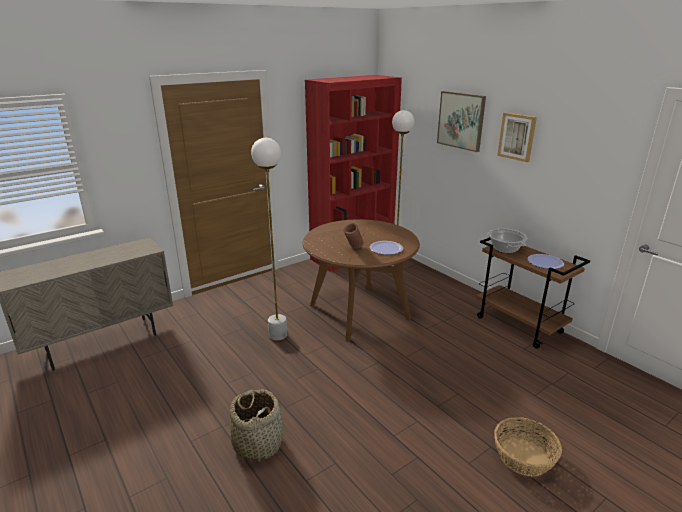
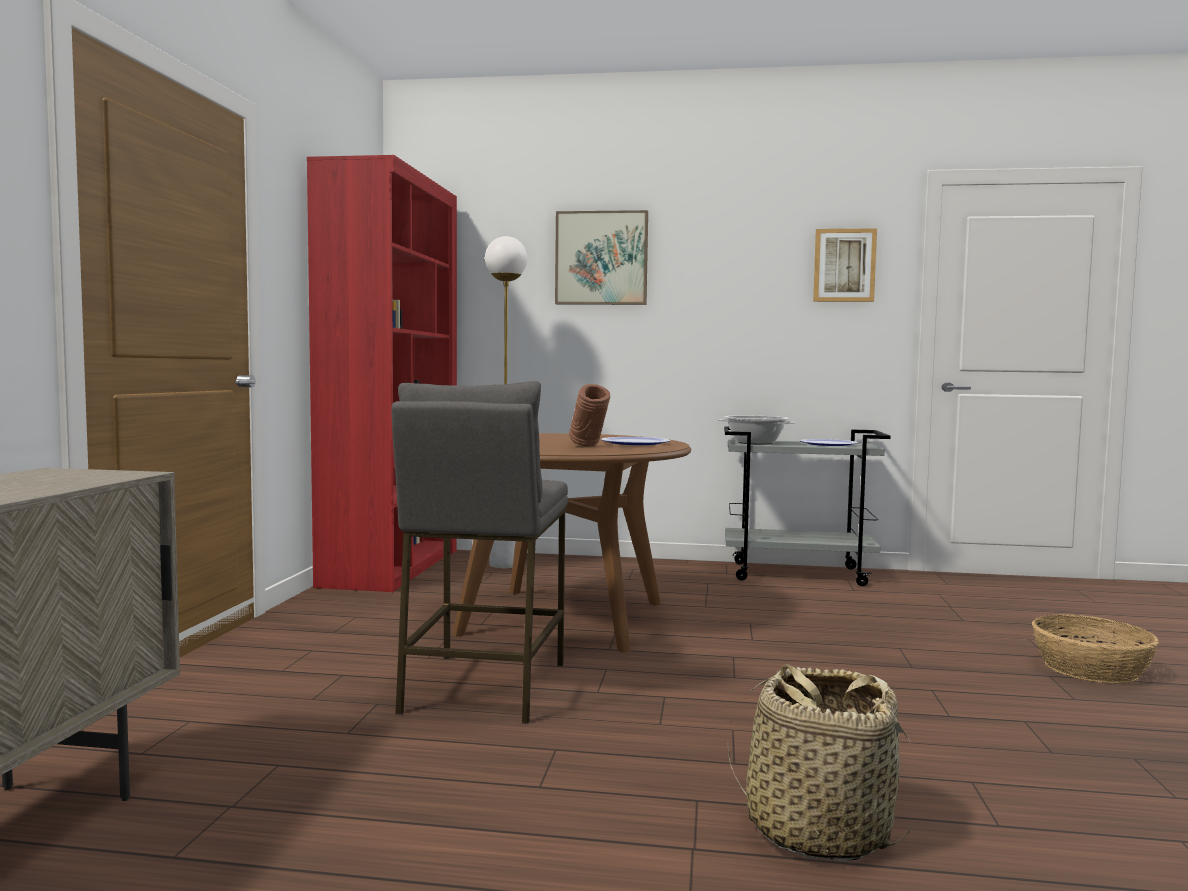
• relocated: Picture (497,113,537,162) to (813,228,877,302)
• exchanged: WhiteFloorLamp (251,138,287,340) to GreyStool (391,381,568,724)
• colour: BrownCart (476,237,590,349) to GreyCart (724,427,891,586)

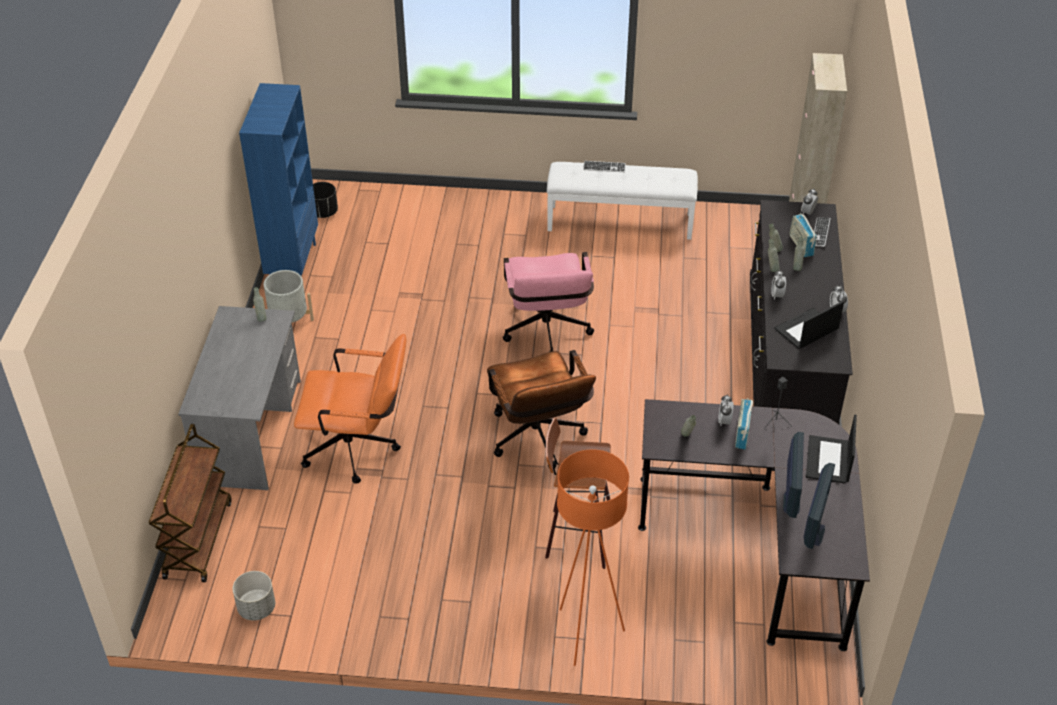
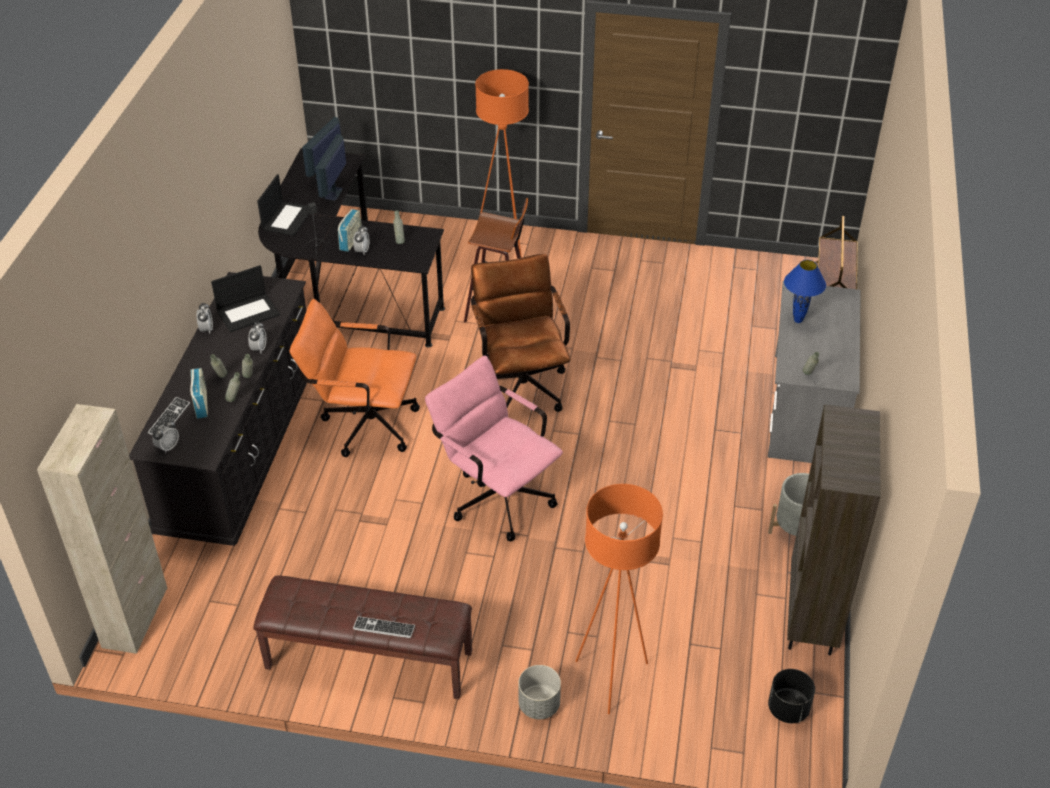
• colour: BlueBookcase (239,83,318,277) to BrownBookcase (787,404,880,656)
• colour: WhiteBench (547,162,698,240) to BrownBench (253,575,472,699)
• spun: PinkOfficeChair (503,252,594,352) = (425,356,563,541) 45 degrees counterclockwise
• relocated: OrangeOfficeChair (294,334,406,484) to (290,299,420,457)
• relocated: GreyPlanter (233,571,275,620) to (518,665,561,719)
• appeared: BlueTableLamp (784,260,826,323)
• appeared: OrangeFloorLamp (575,484,663,714)

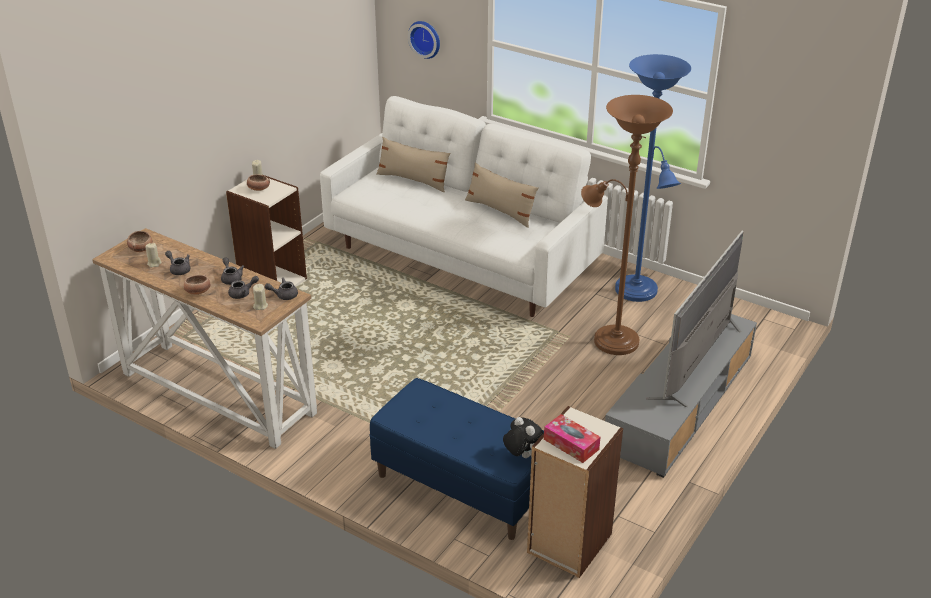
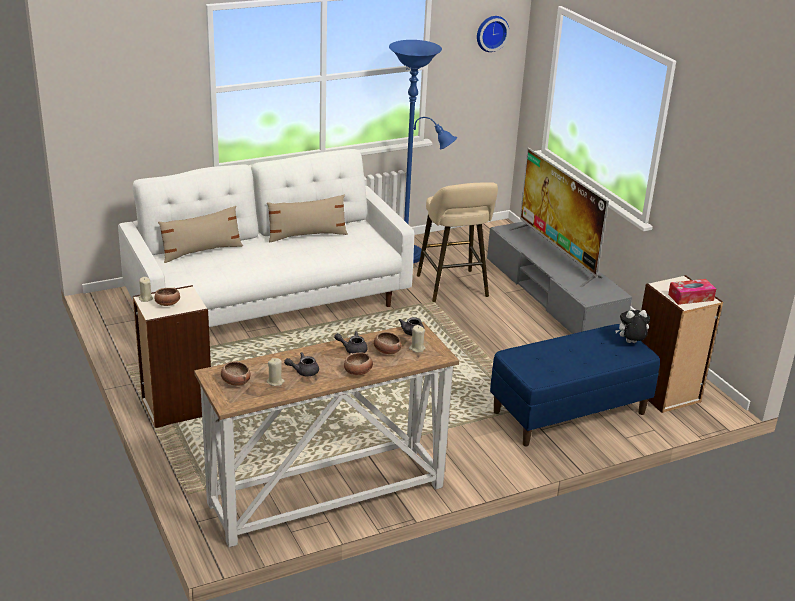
• relocated: WallClock (408,21,440,59) to (477,16,509,52)
• exchanged: BrownFloorLamp (581,95,673,355) to BeigeStool (417,182,498,302)
• exchanged: GreyTeapot (228,276,259,299) to Bowl (374,332,401,354)

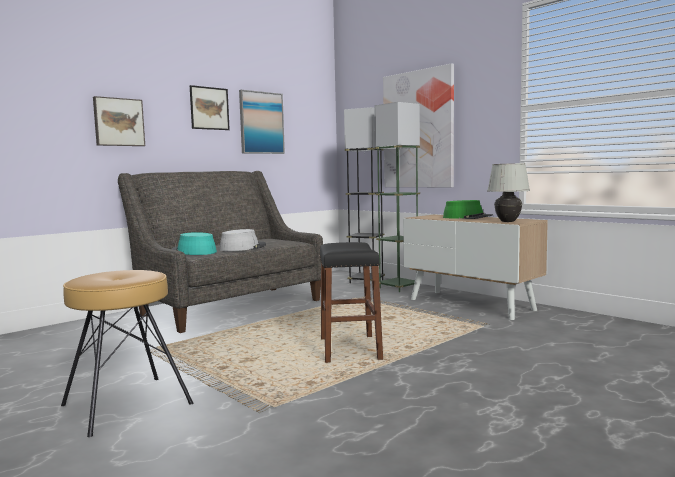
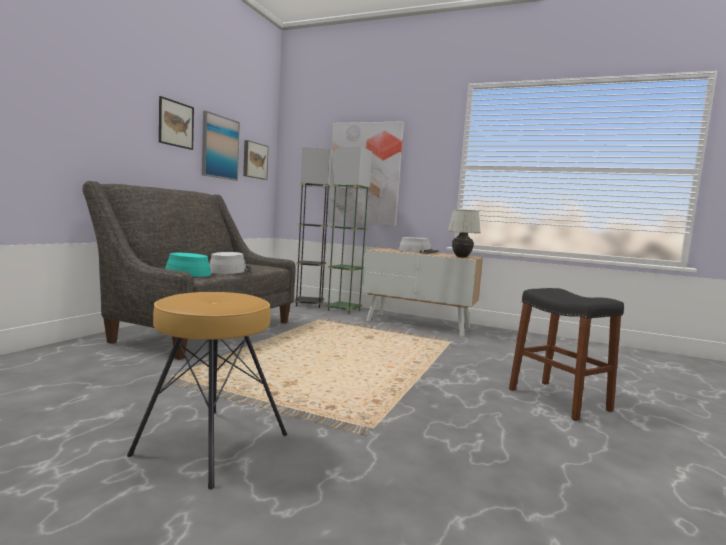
• relocated: Picture (93,96,145,146) to (243,140,269,180)
• colour: GreenHat (443,200,493,219) to GreyHat (398,237,439,253)
• relocated: BlackStool (320,242,383,363) to (509,288,624,421)

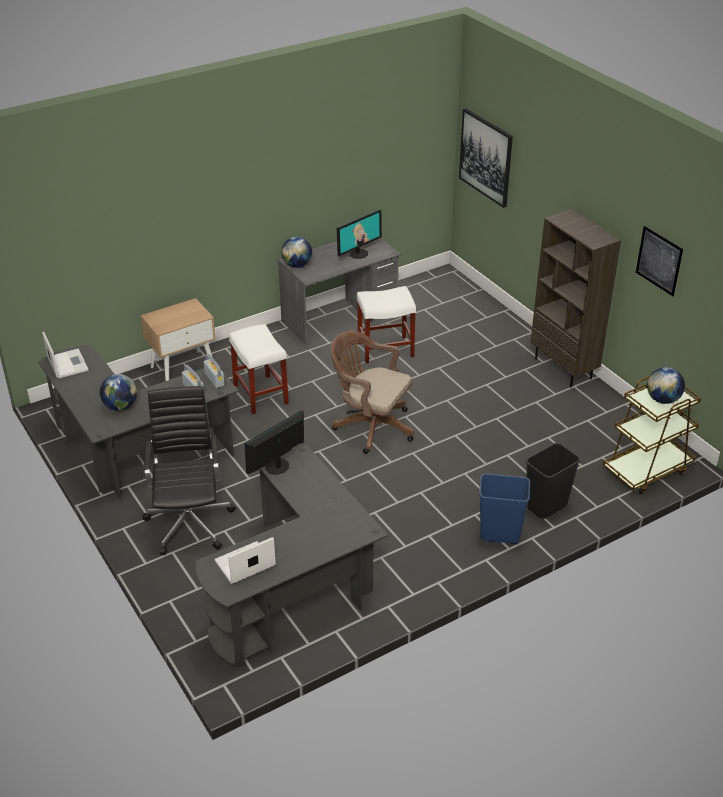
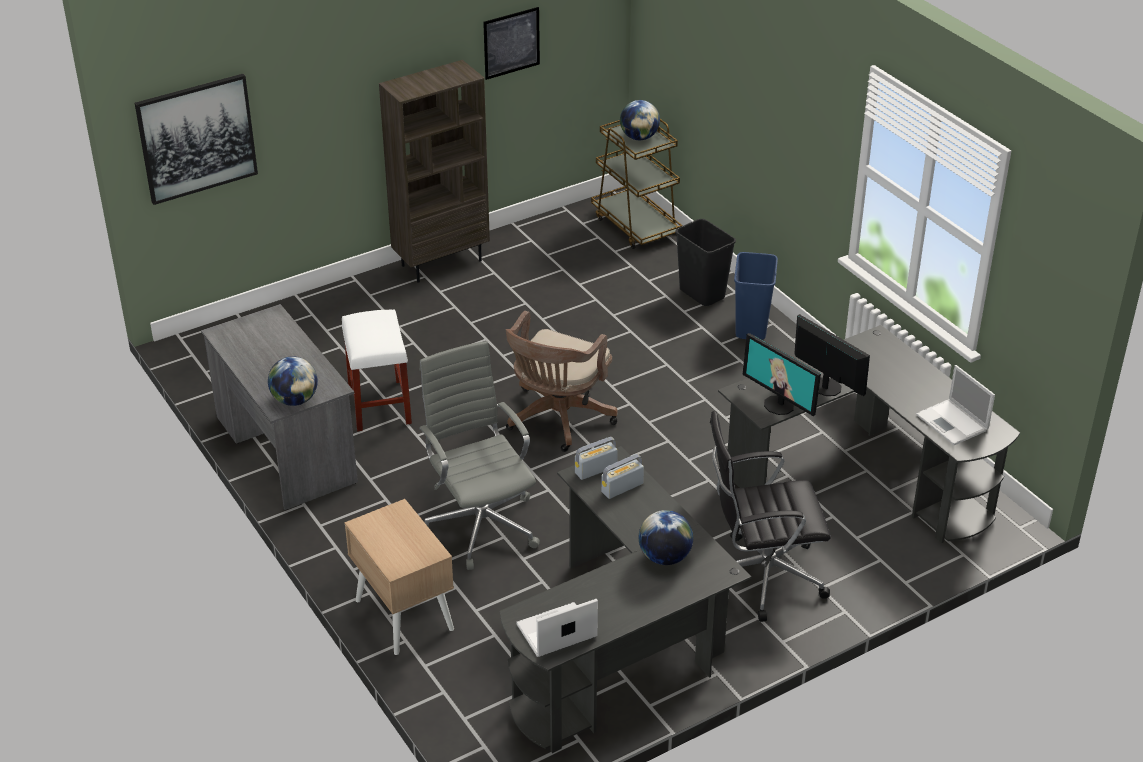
• relocated: Monitor (337,209,382,259) to (794,314,870,396)
• exchanged: WhiteStool (229,324,289,414) to GreyOfficeChair (419,341,540,570)

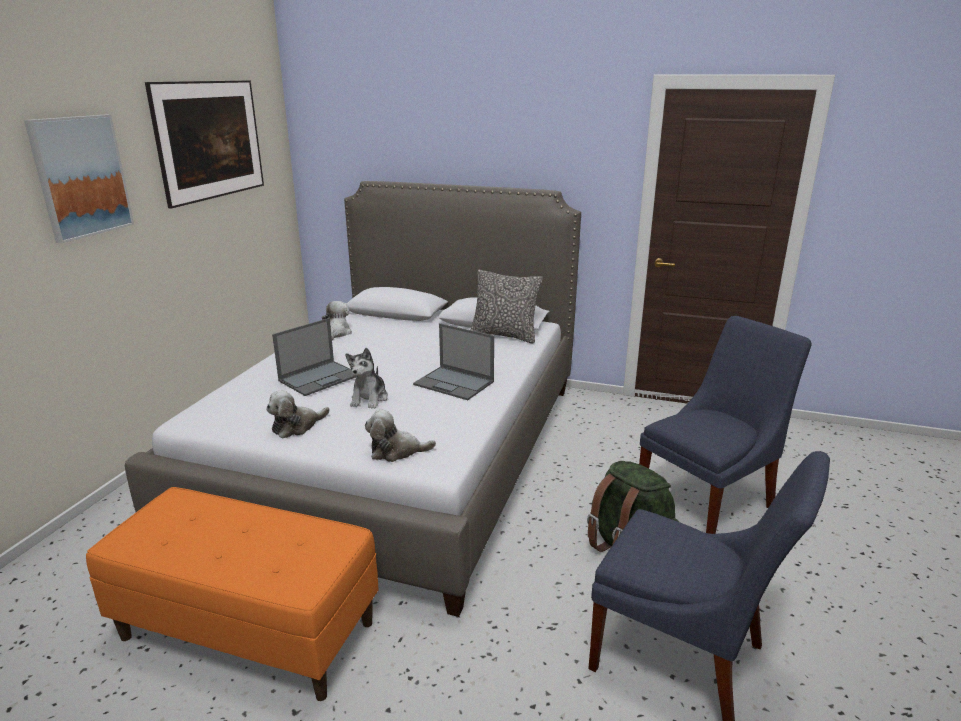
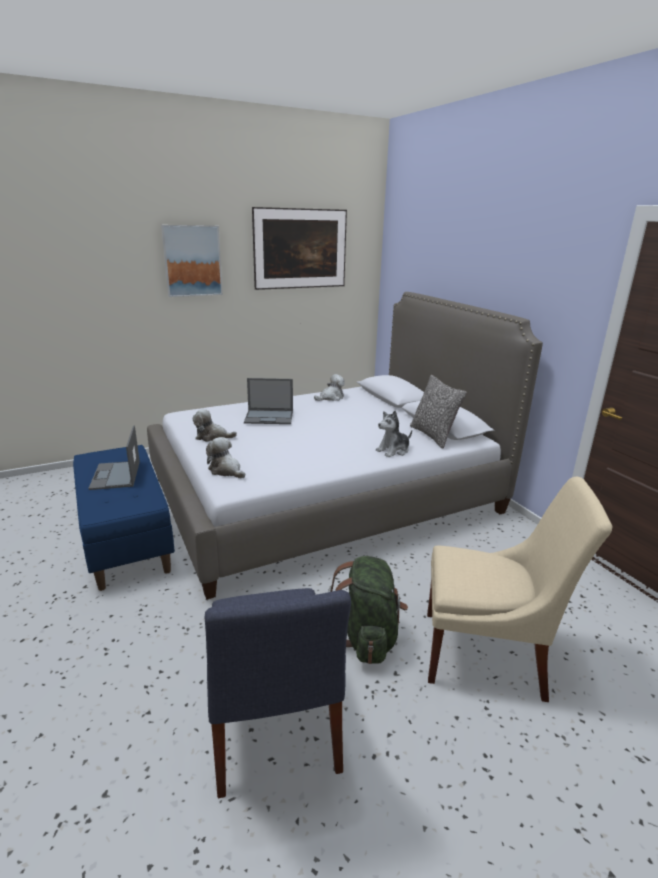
• colour: BlueChair (639,316,811,534) to BeigeChair (427,476,612,702)
• relocated: Laptop (413,323,494,400) to (88,425,140,490)
• relocated: PlushToy (346,348,388,409) to (376,411,412,457)
• colour: OrangeBench (86,487,379,701) to BlueBench (73,445,175,591)

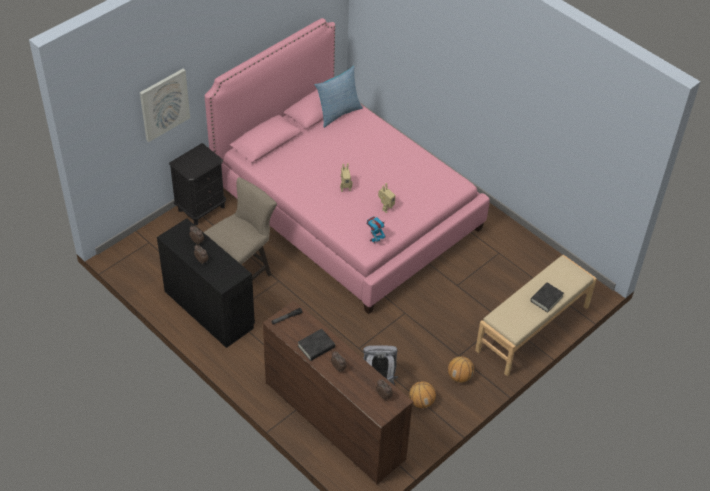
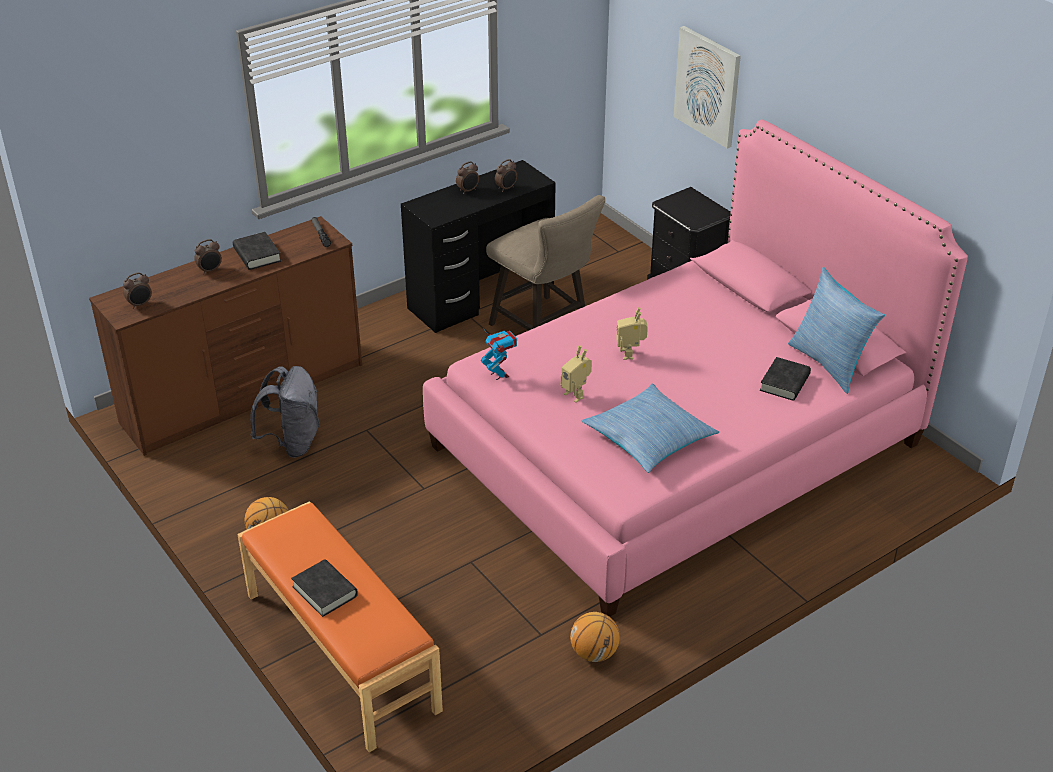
• colour: BeigeBench (475,255,597,376) to OrangeBench (237,501,443,752)
• relocated: Basketball (409,381,436,408) to (570,612,620,662)
• appeared: BlackBook (760,357,811,401)
• appeared: Pillow (582,383,719,473)

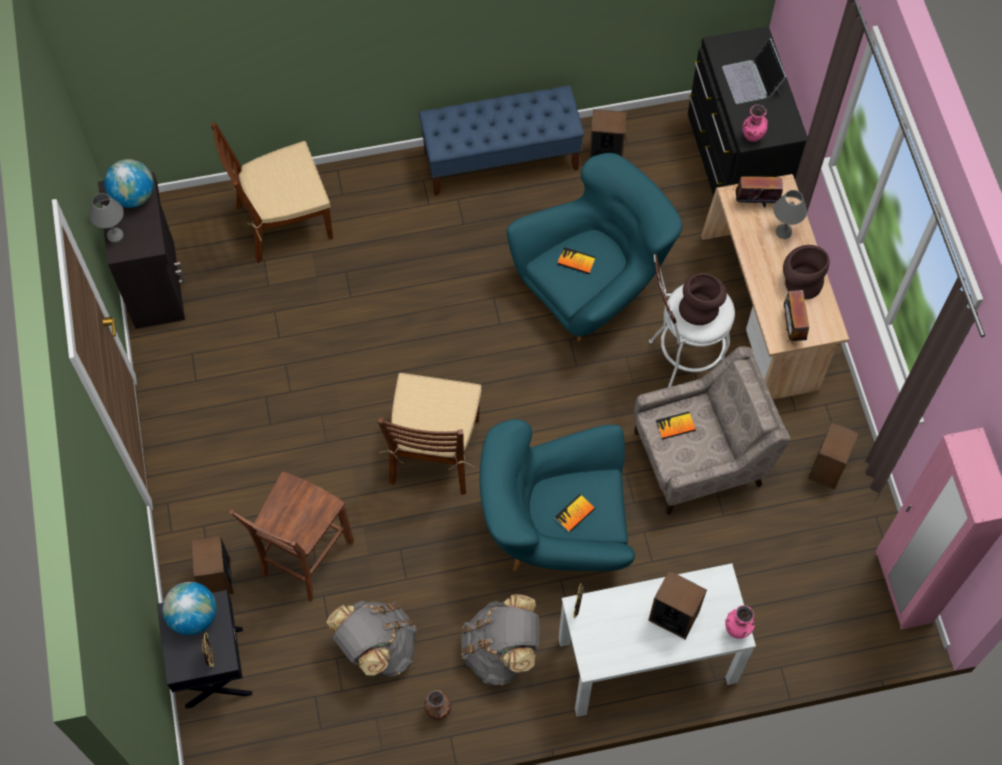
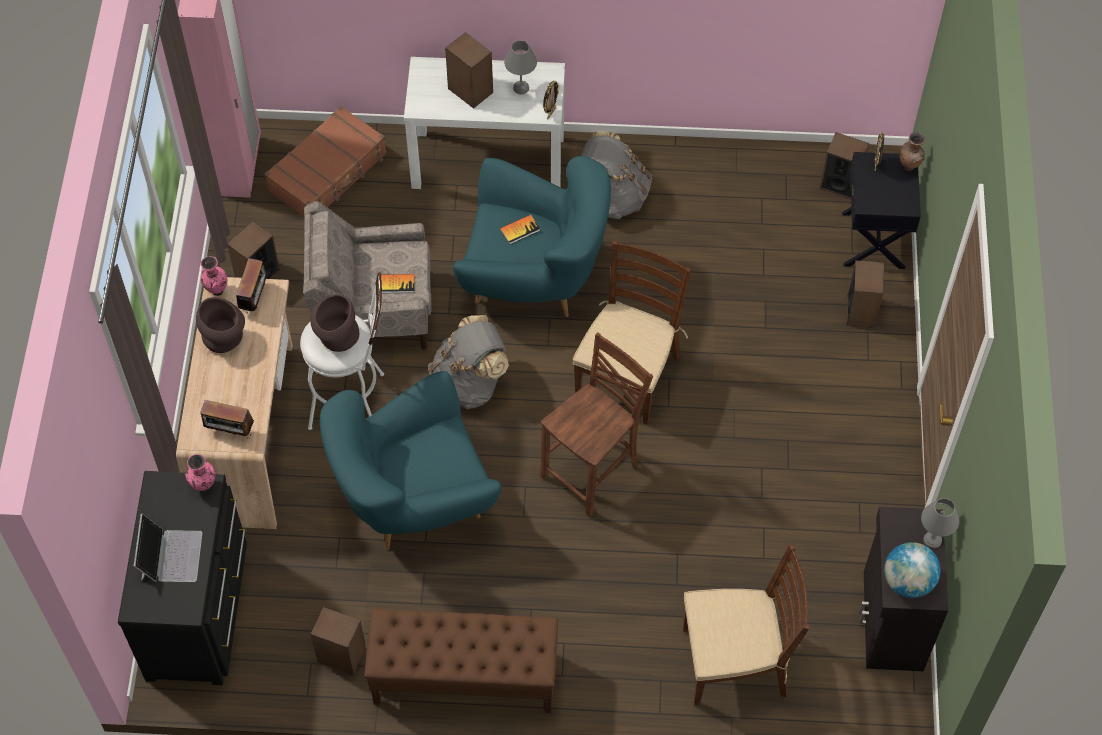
• colour: BlueBench (419,85,584,196) to BrownBench (364,609,558,713)
• relocated: GreyTableLamp (773,190,807,239) to (504,40,537,94)
• missing: Book (557,247,596,274)
• relocated: BrownChair (229,472,354,602) to (541,332,653,517)
• missing: Globe (162,582,216,635)
• relocated: GreyBackpack (326,601,417,676) to (428,315,509,409)
• relocated: PinkVase (725,605,755,639) to (200,256,228,296)
• relocated: BrownVase (424,690,451,720) to (899,132,925,171)
• appeared: BrownSuitcase (265,106,387,217)
• appeared: Speaker (820,132,869,199)

